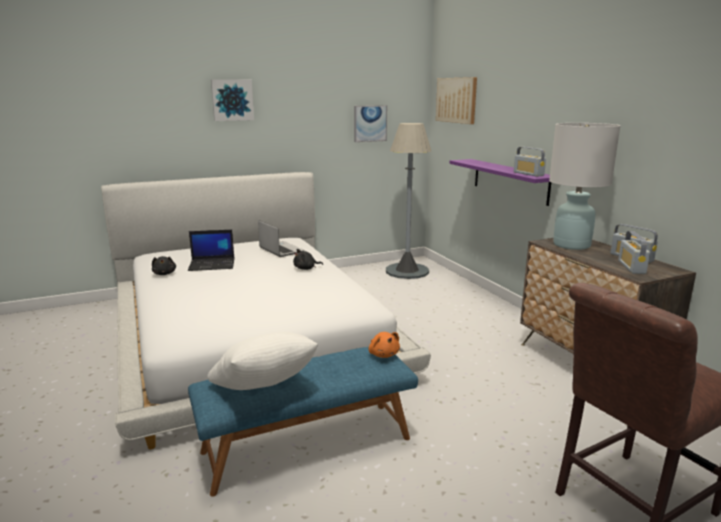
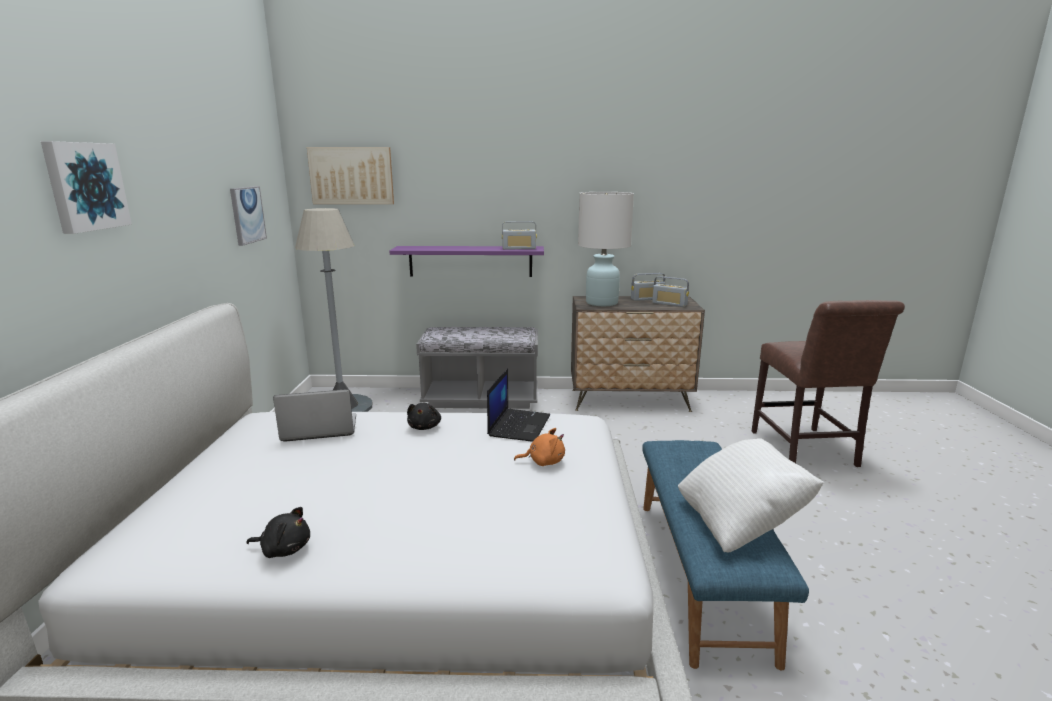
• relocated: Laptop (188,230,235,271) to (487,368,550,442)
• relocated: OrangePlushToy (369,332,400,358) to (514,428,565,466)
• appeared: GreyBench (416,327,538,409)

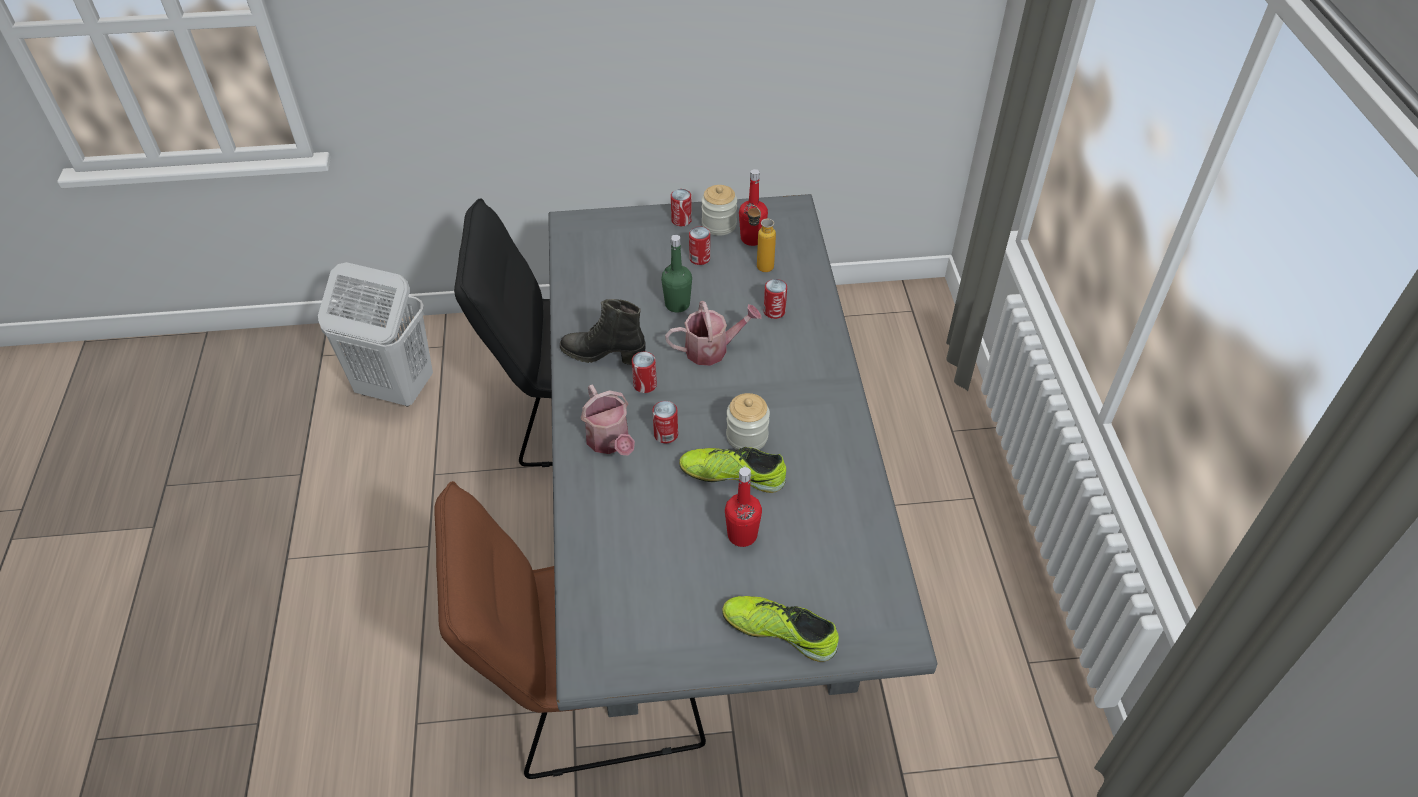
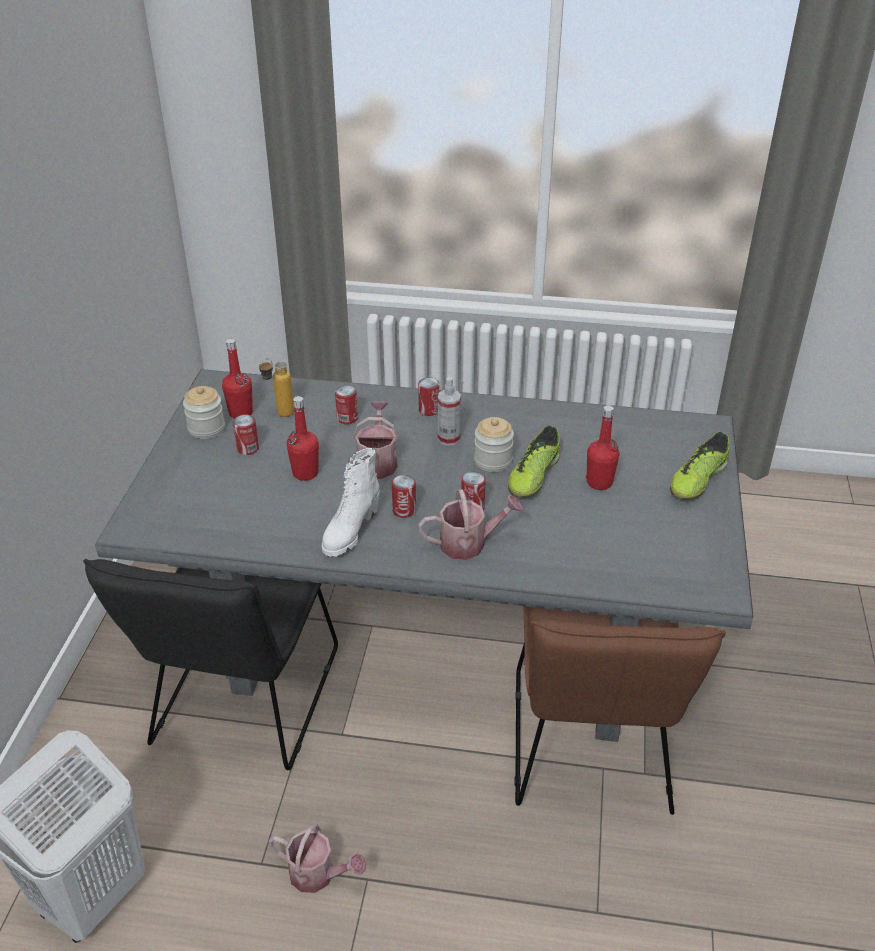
• relocated: Can (671,189,692,226) to (418,377,440,416)
• colour: GreenBottle (661,235,692,313) to RedBottle (287,396,319,481)
• colour: BlackBoot (560,299,645,365) to WhiteBoot (322,448,379,557)
• appeared: SprayBottle (438,377,461,446)
• appeared: WateringCan (268,824,366,893)

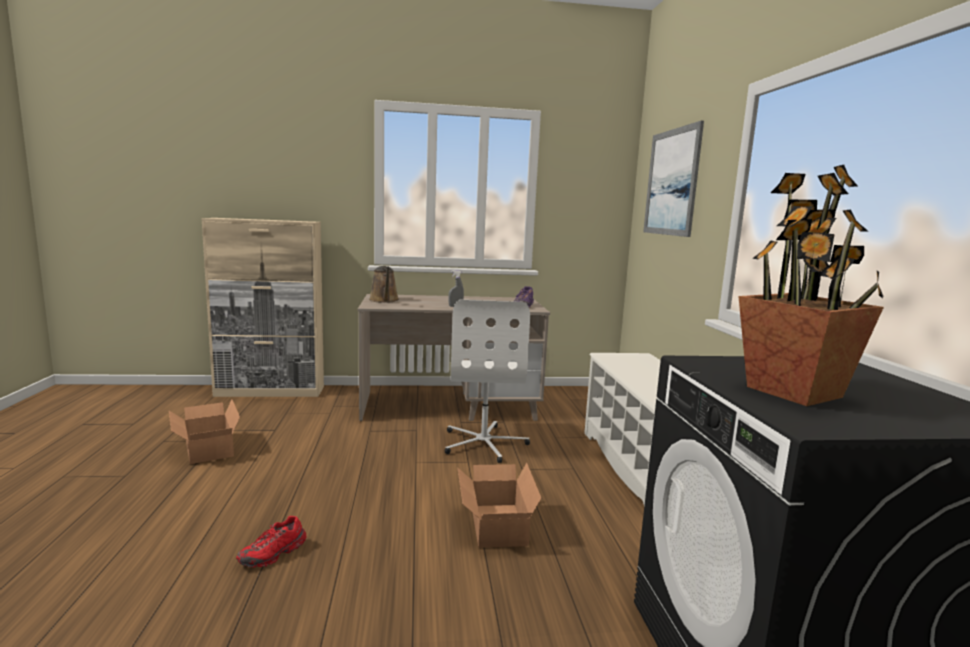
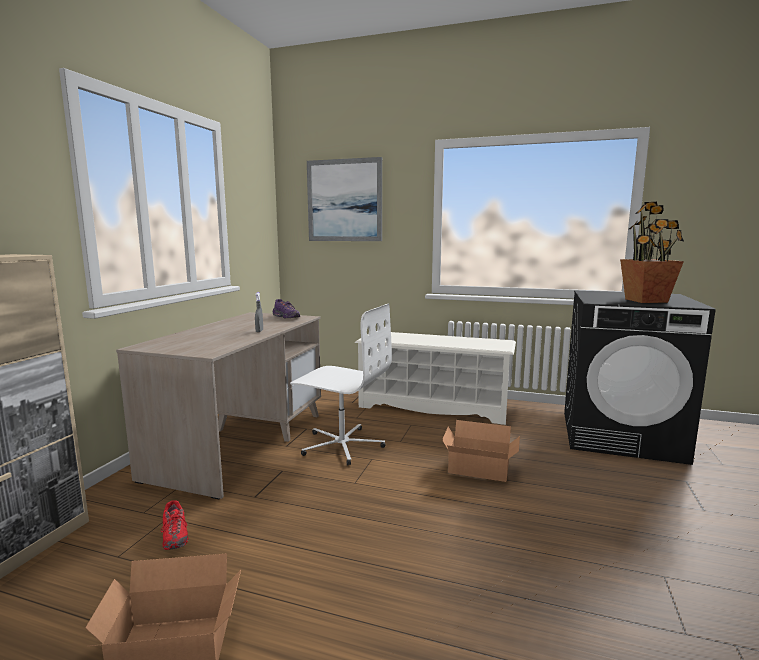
• missing: BrownWateringCan (369,266,399,303)
• relocated: RedShoe (236,516,307,568) to (161,500,188,550)

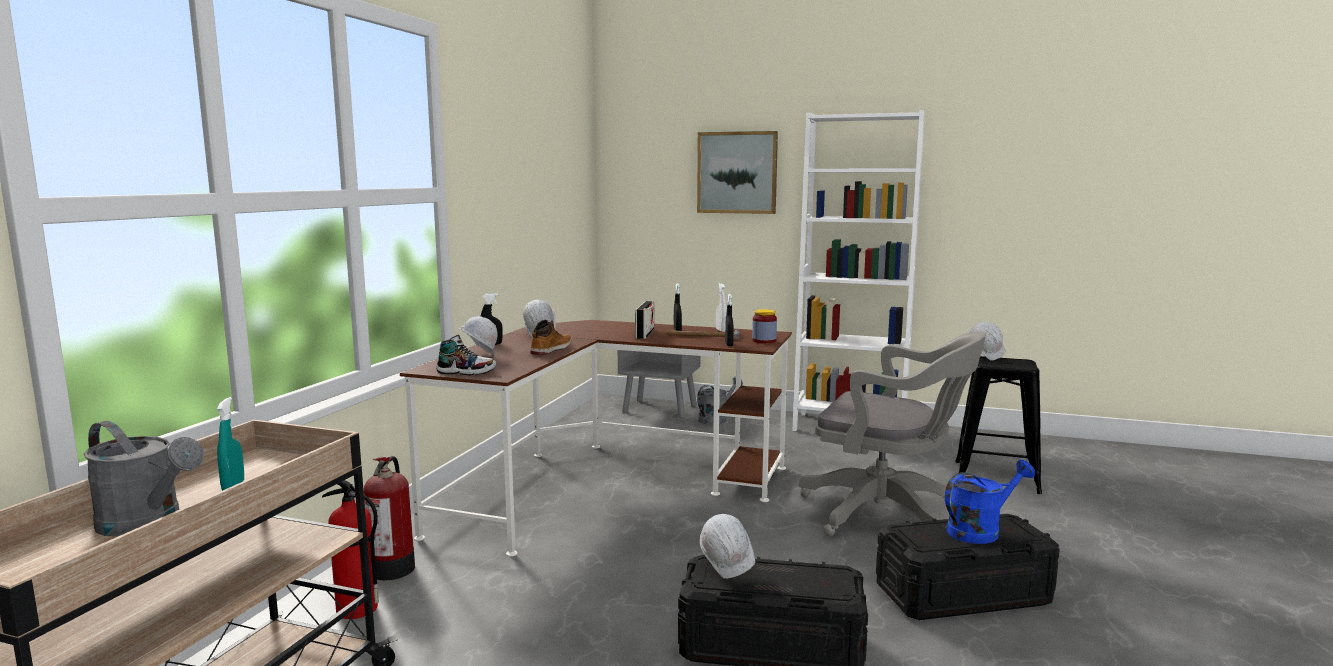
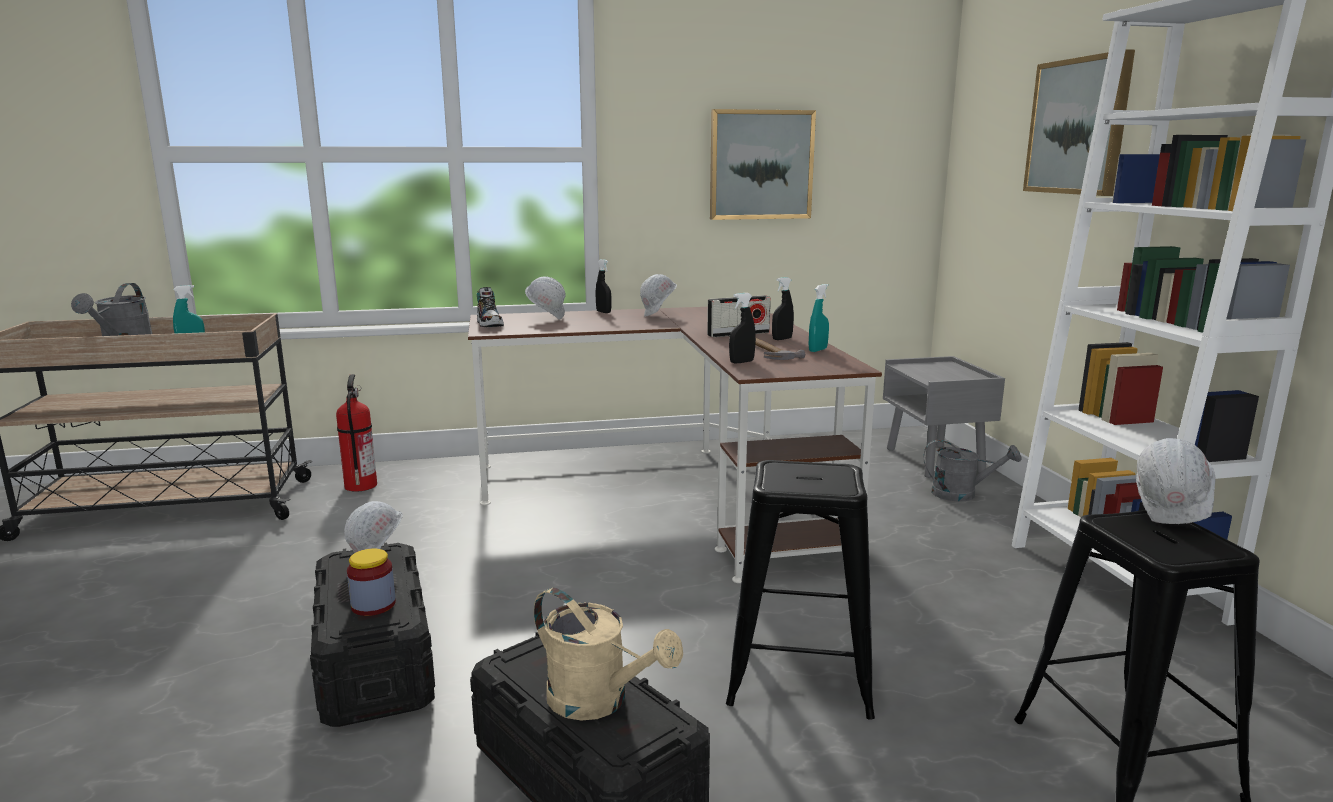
• colour: WhiteSprayBottle (716,283,727,332) to TurquoiseSprayBottle (809,284,829,352)
• relocated: Jar (752,309,777,343) to (347,549,396,616)
• missing: Boot (530,320,572,355)
• exchanged: GreyOfficeChair (799,332,986,536) to BlackStool (726,460,875,720)
• missing: FireExtinguisher (364,456,415,580)
• colour: BlueWateringCan (945,460,1035,544) to BeigeWateringCan (534,588,683,720)
• appeared: Picture (710,109,816,220)

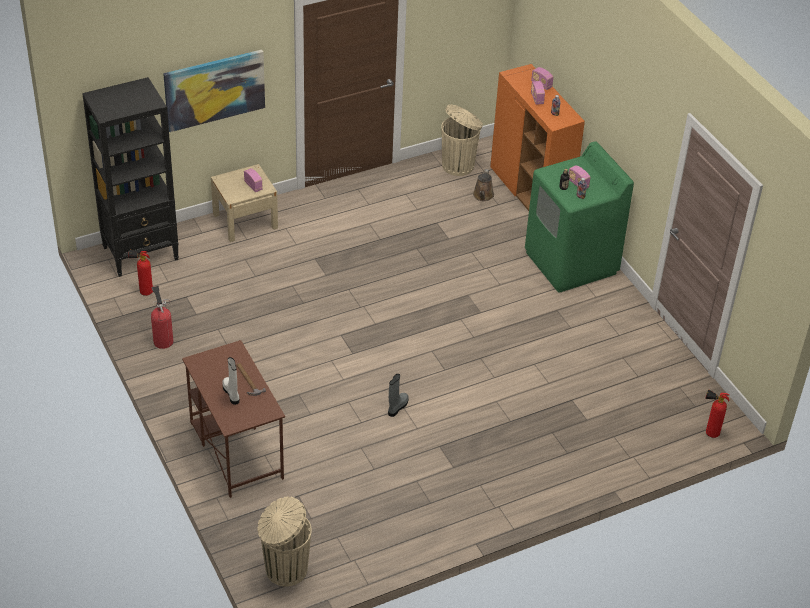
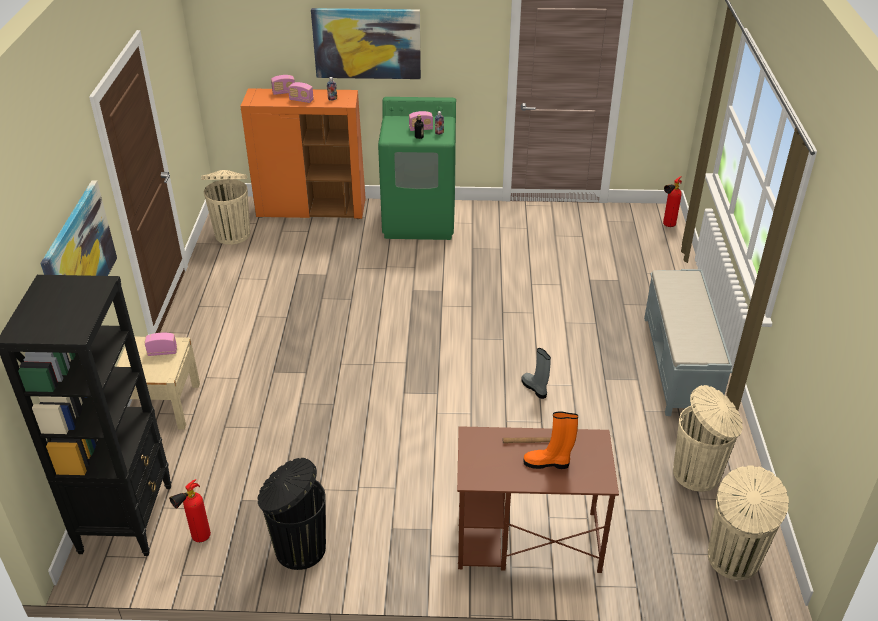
• missing: BrownWateringCan (473,169,494,201)
• exchanged: FireExtinguisher (151,286,173,349) to BlackTrashCan (257,458,326,570)
• colour: WhiteBoot (222,357,239,405) to OrangeBoot (523,412,578,469)
• appeared: Picture (311,8,421,79)
• appeared: GreyBench (644,269,732,416)
• appeared: BeigeTrashCan (673,385,743,492)

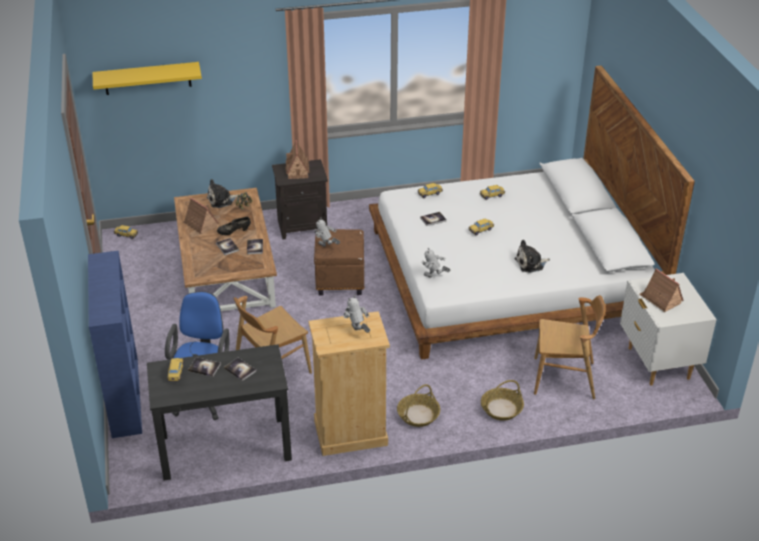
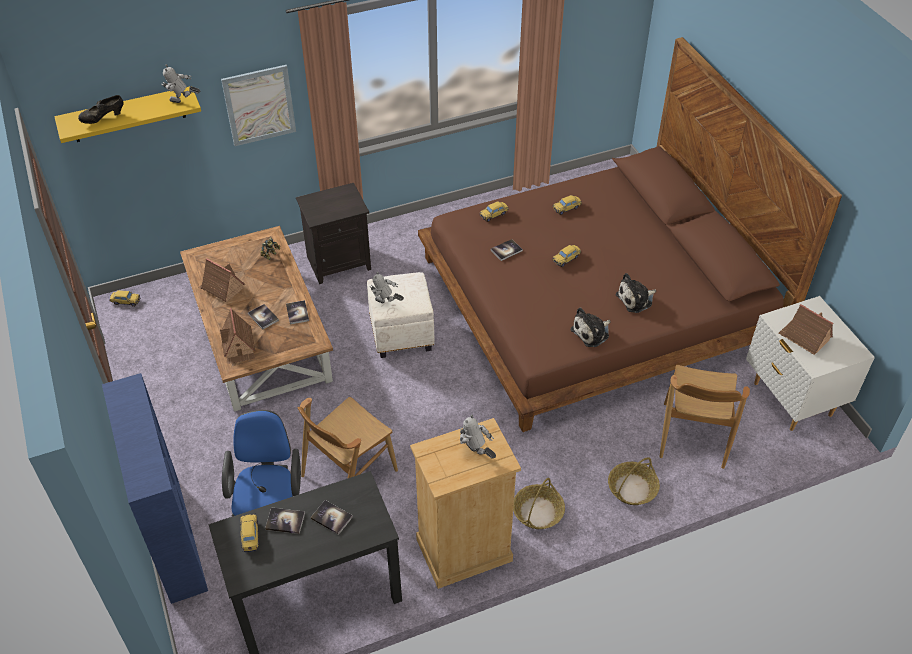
• colour: WhiteBed (369,65,695,360) to BrownBed (418,37,842,432)
• relocated: ToyHouse (285,140,310,179) to (220,308,255,364)
• relocated: PlushToy (207,179,238,208) to (570,307,611,347)
• relocated: BlackShoe (217,217,251,235) to (78,95,124,124)
• colour: BrownOttoman (314,229,364,296) to WhiteOttoman (367,272,435,358)
• relocated: ToyRobot (421,248,451,278) to (161,64,200,103)
• spun: BrownChair (534,295,606,399) = (659,365,750,469) 105 degrees clockwise
• appeared: Picture (221,65,296,146)

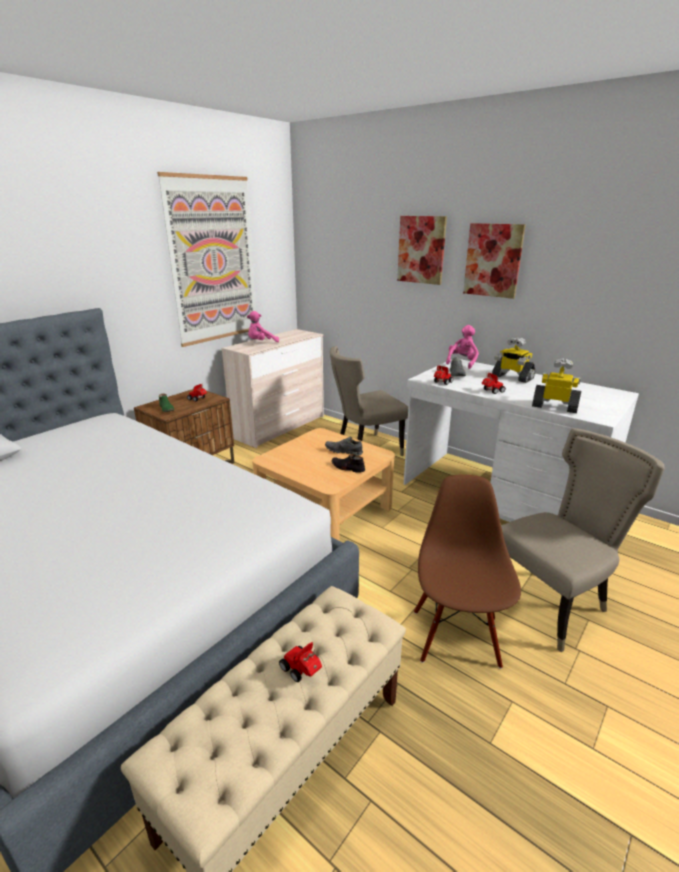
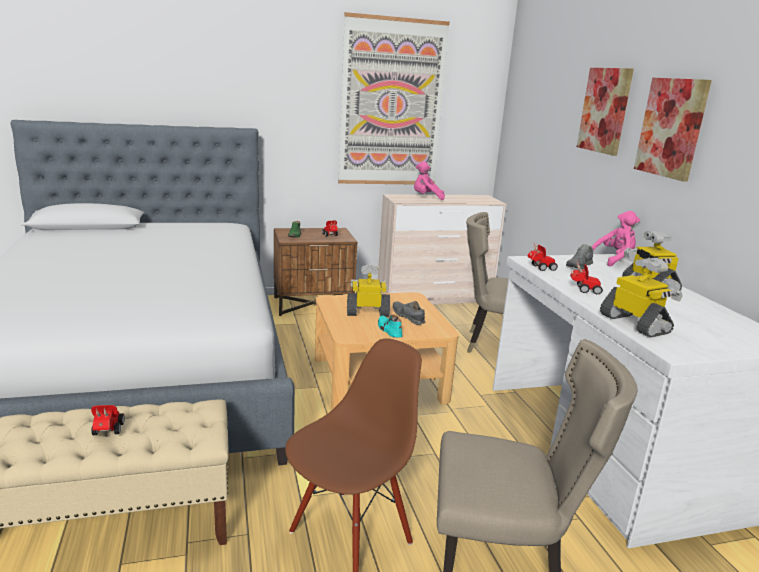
• colour: BlackShoe (332,454,365,473) to TurquoiseShoe (378,315,402,338)
• appeared: ToyRobot (347,265,390,317)

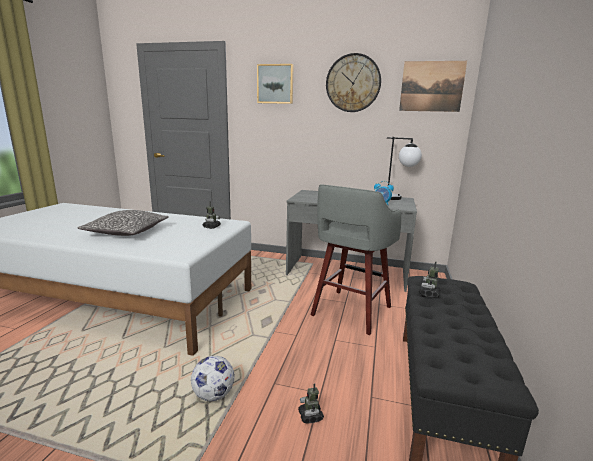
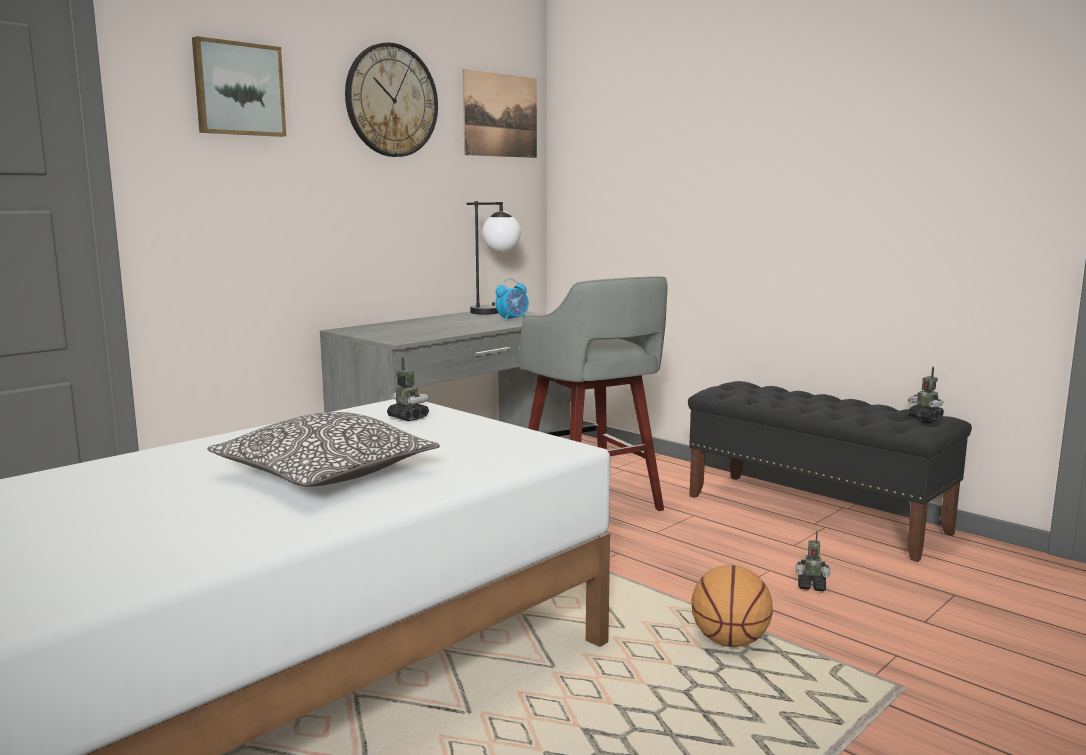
• relocated: ToyRobot (419,261,441,298) to (908,367,944,421)
• exchanged: Football (191,356,235,401) to Basketball (692,565,773,647)

